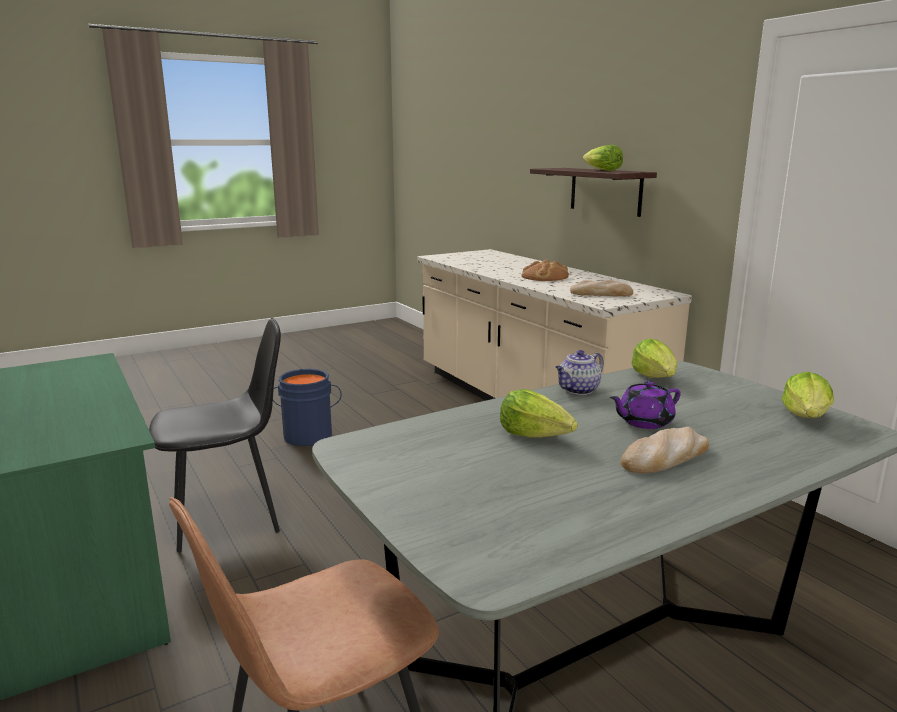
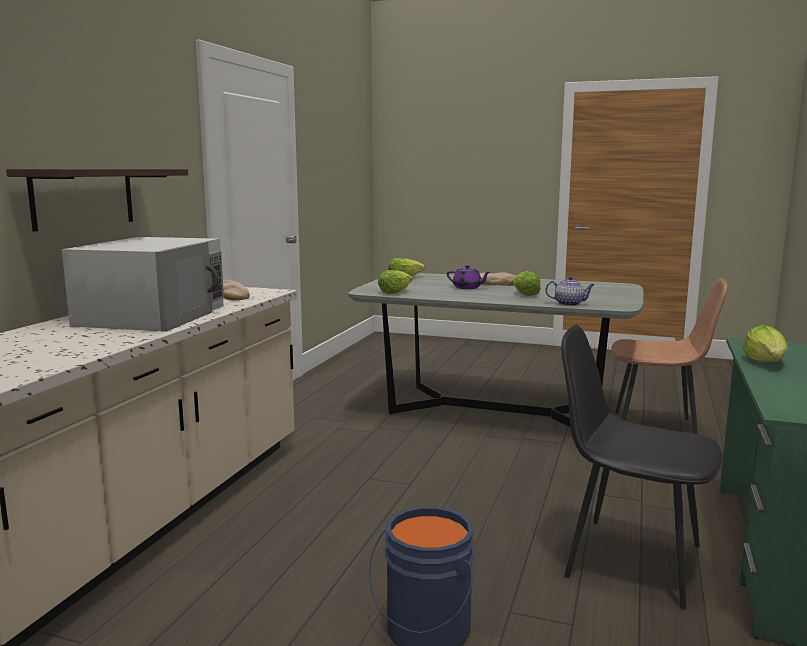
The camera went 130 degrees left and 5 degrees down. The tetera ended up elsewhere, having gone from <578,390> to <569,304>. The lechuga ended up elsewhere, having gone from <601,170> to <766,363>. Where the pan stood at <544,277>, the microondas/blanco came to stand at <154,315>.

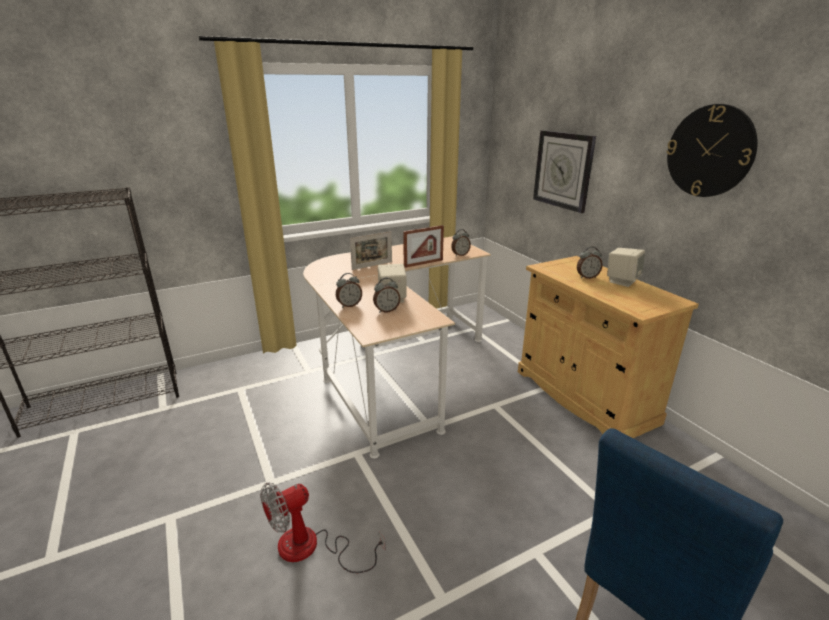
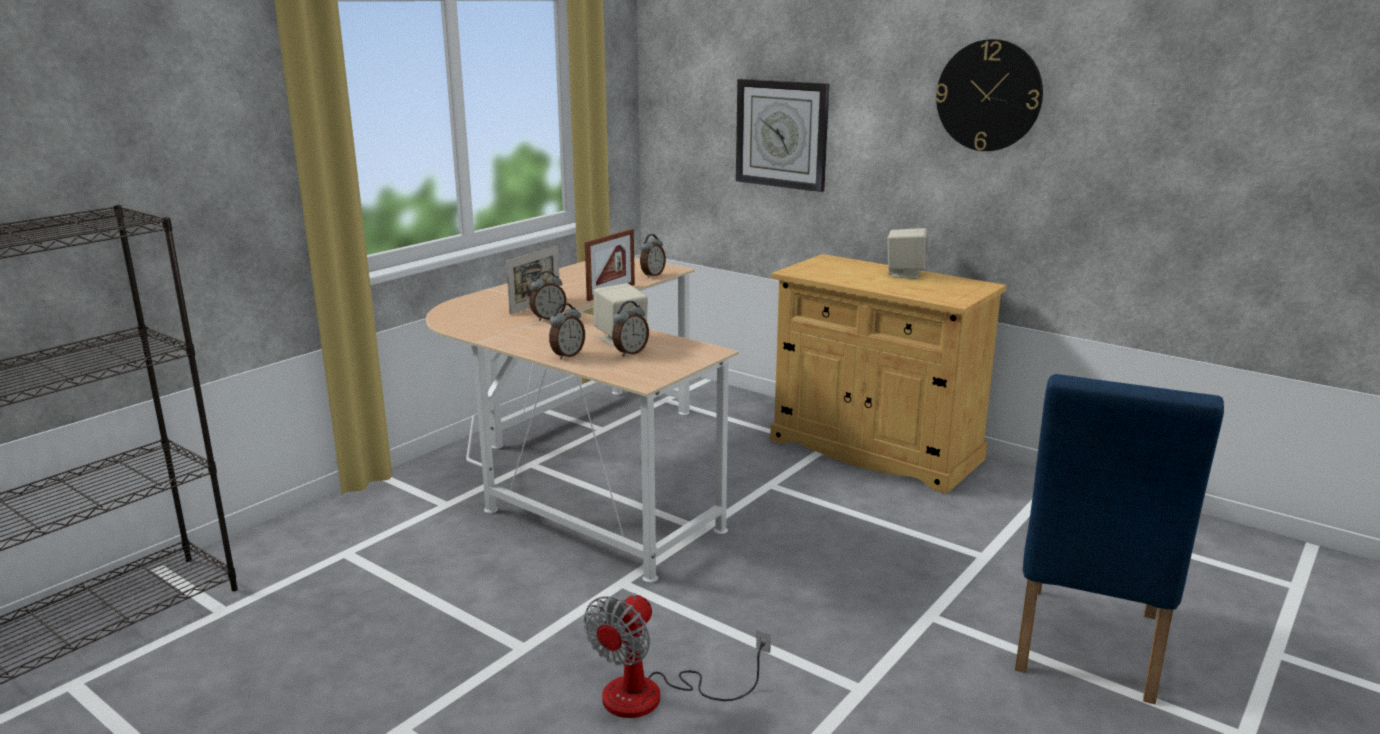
The camera went 25 degrees left and 5 degrees down. The despertador ended up elsewhere, having gone from <587,277> to <548,318>.

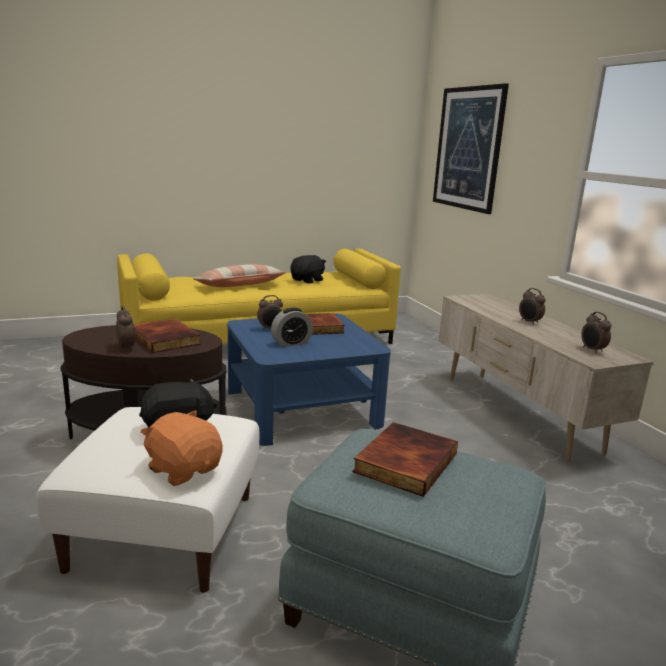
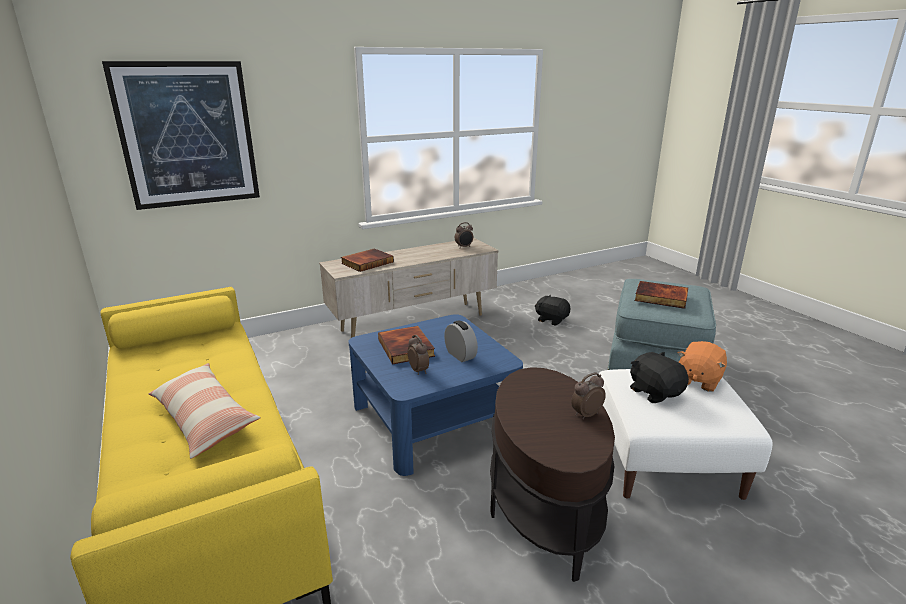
The camera went 95 degrees left and 5 degrees up. The second view lost the despertador at <529,322>. The libro ended up elsewhere, having gone from <166,339> to <367,262>. The peluche/negro ended up elsewhere, having gone from <308,280> to <551,320>.

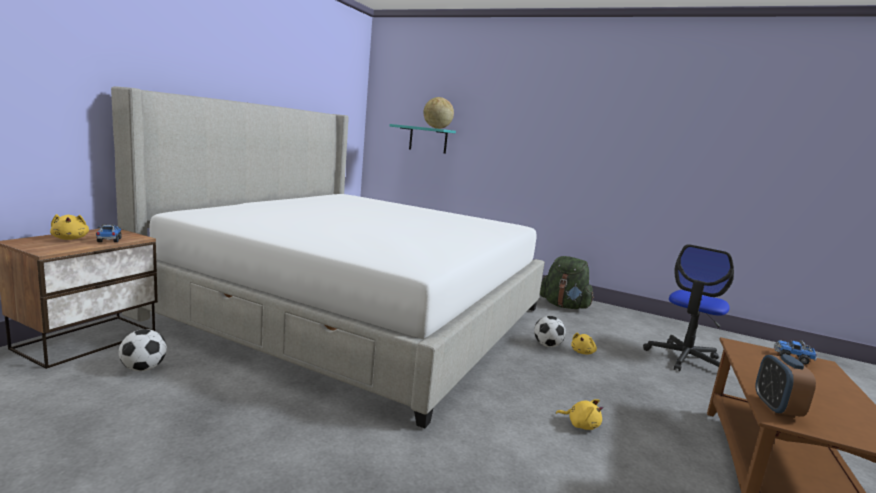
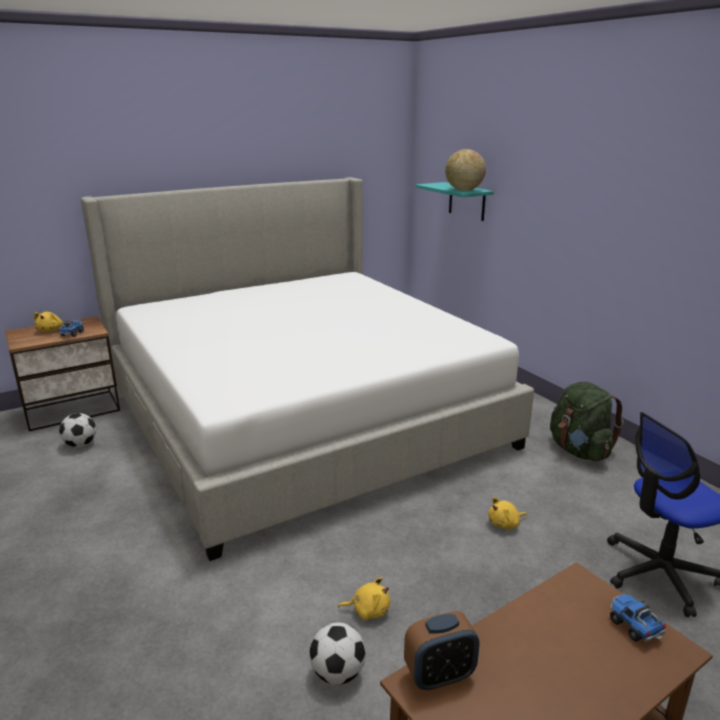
The camera went 35 degrees right and 10 degrees up. The balón de fútbol ended up elsewhere, having gone from <547,345> to <338,673>. The peluche/amarillo at <581,424> ended up facing another way, 60 degrees counterclockwise from before. The despertador at <776,408> ended up facing another way, 150 degrees counterclockwise from before.

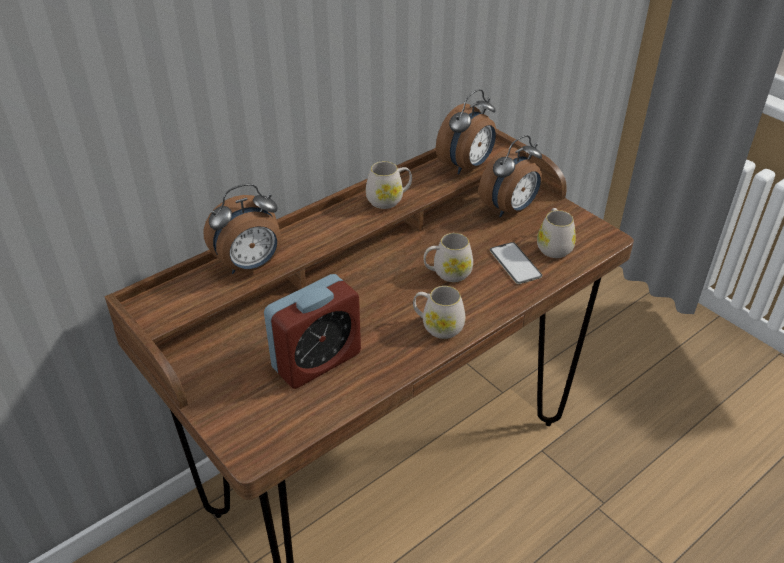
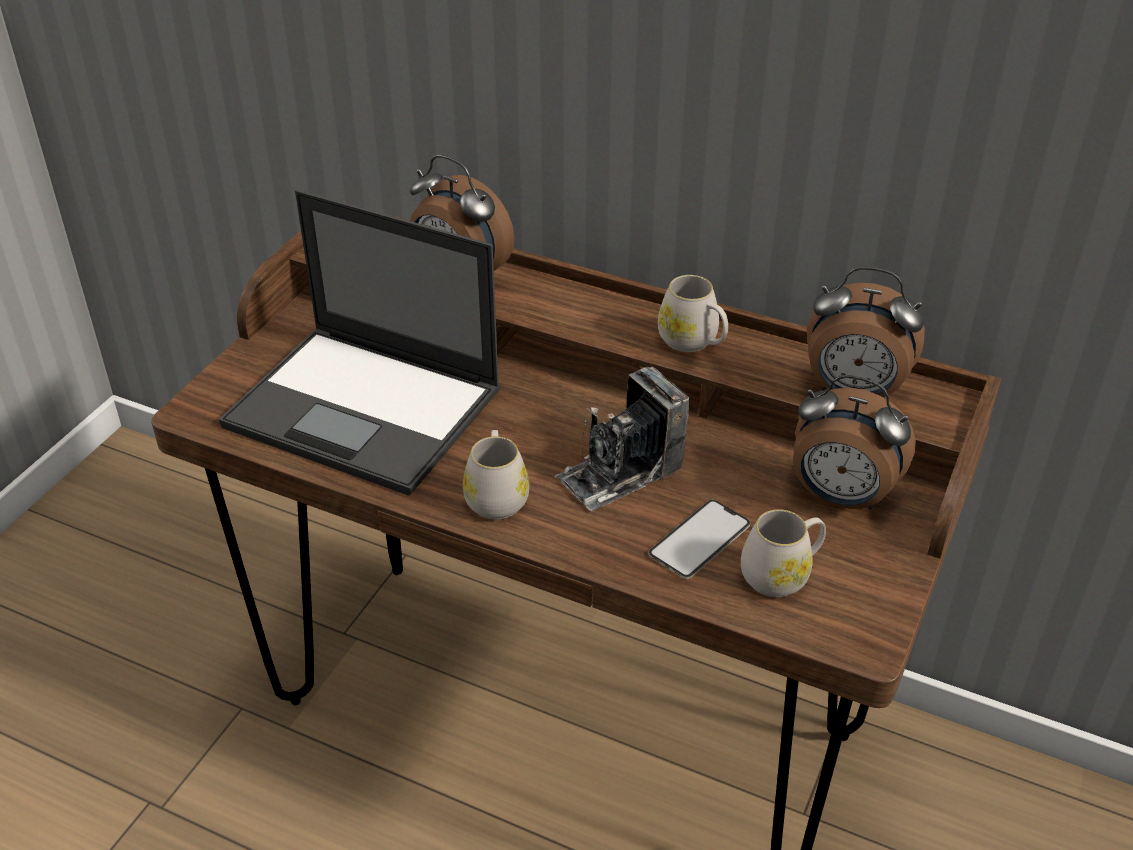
The camera went 65 degrees right and 0 degrees up. Where the despertador stood at <316,361>, the portátil came to stand at <366,408>. Where the taza grande/blanco stood at <447,273>, the cámara came to stand at <620,472>.

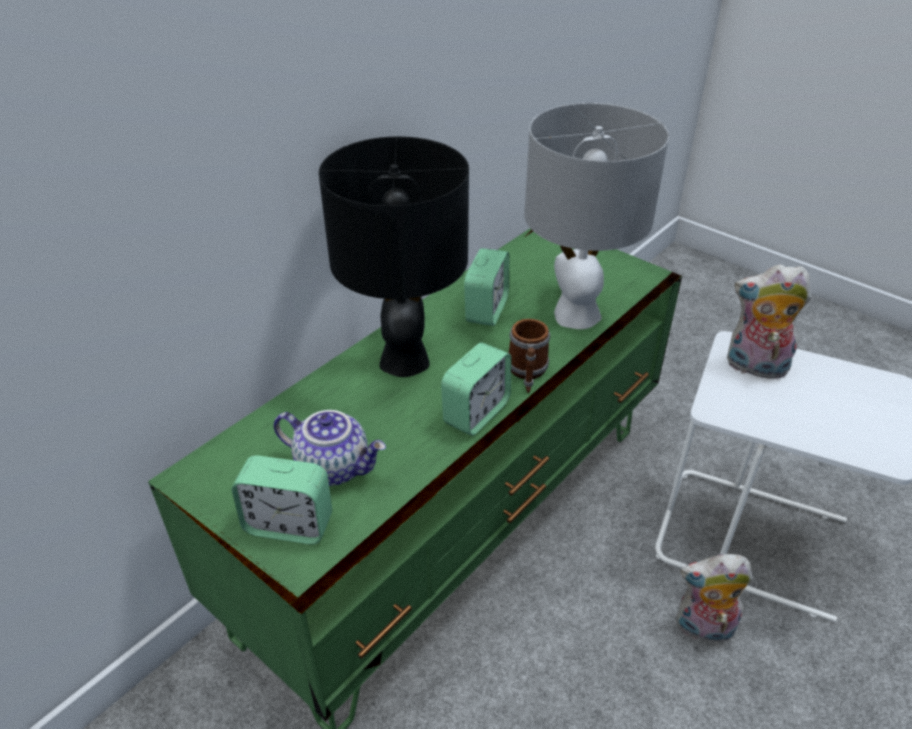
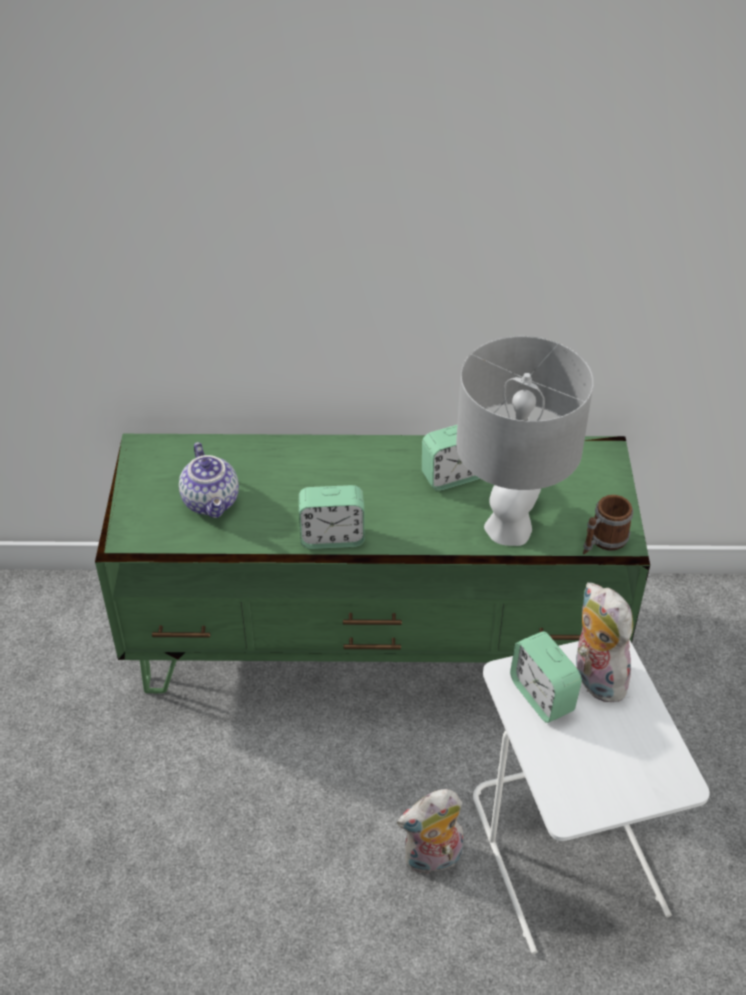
The camera went 50 degrees right and 5 degrees up. The second view lost the lámpara de mesa/negro at <404,359>. The despertador ended up elsewhere, having gone from <289,524> to <542,696>. The taza grande ended up elsewhere, having gone from <527,373> to <603,542>. The peluche at <703,628> ended up facing another way, 75 degrees counterclockwise from before.

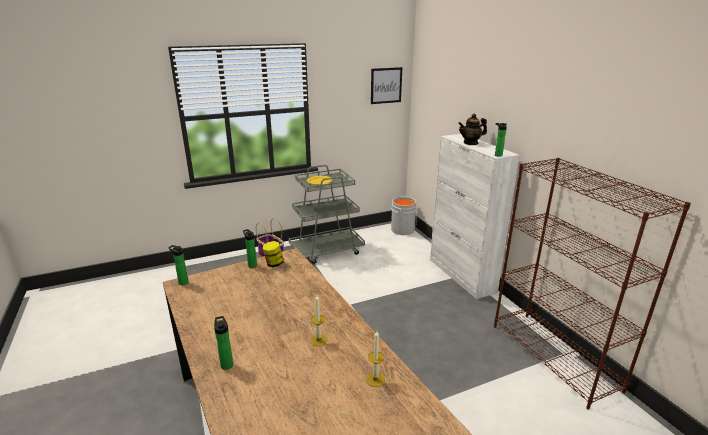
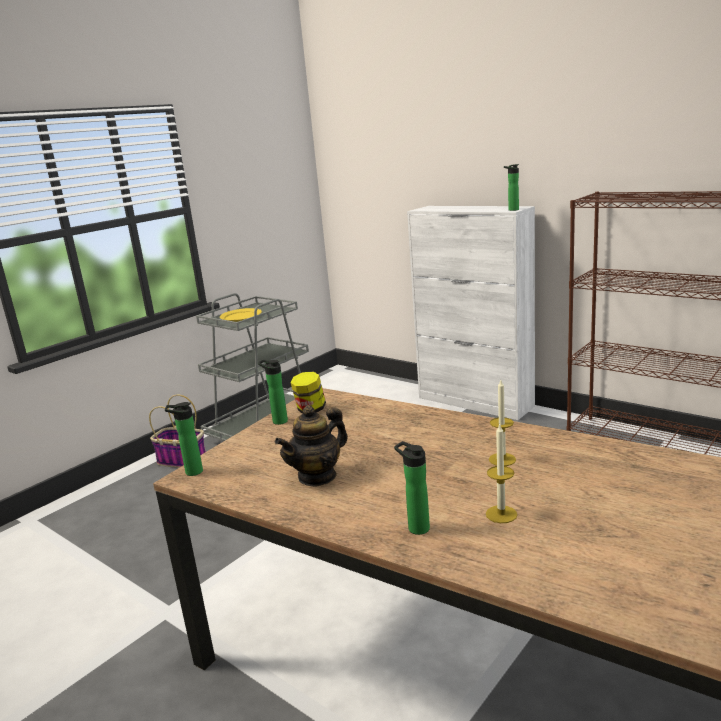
The camera went 25 degrees left and 5 degrees down. The second view lost the cuadro at <386,85>. The second view lost the cubo/gris at <404,230>. The vela ended up elsewhere, having gone from <375,379> to <501,514>. The tetera ended up elsewhere, having gone from <471,143> to <317,476>.

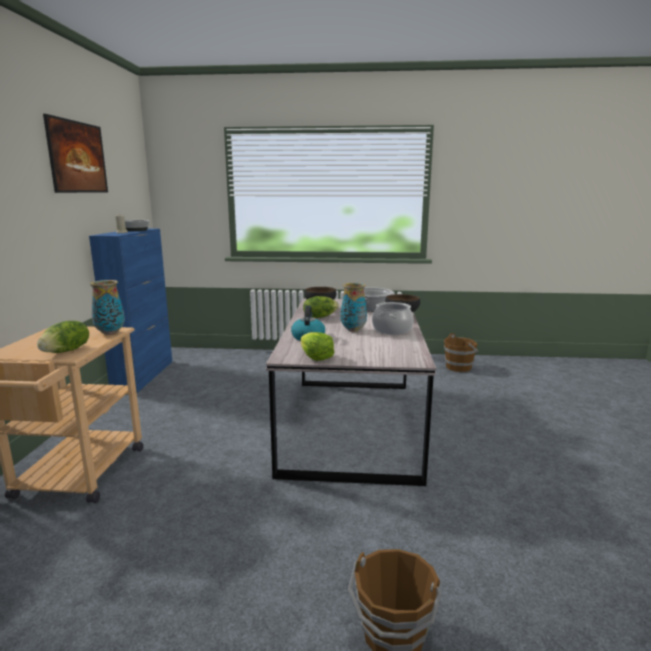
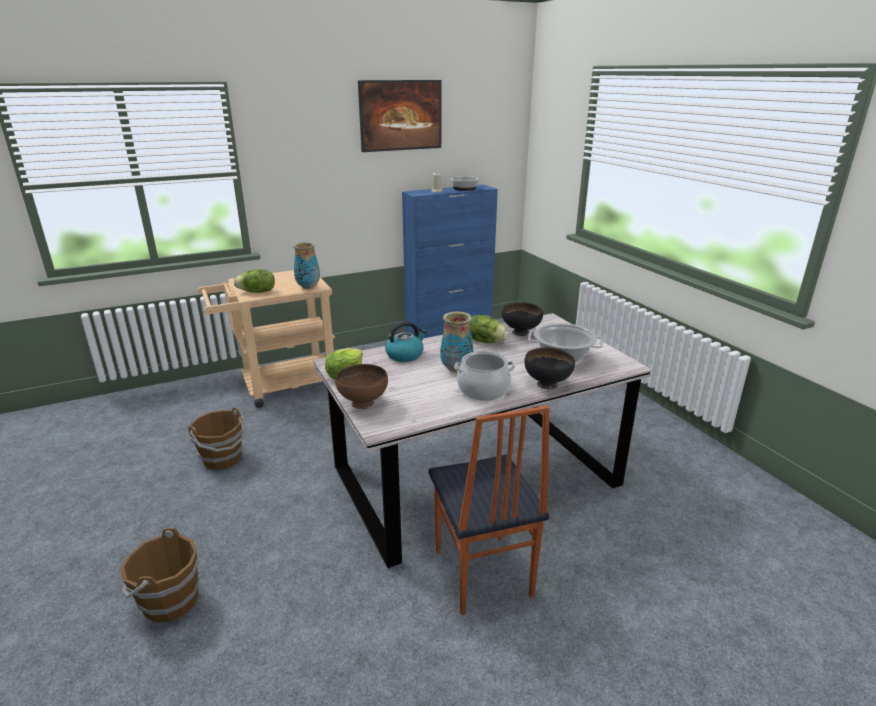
The camera went 60 degrees right and 10 degrees up. The second view gained the cuenco/marrón at <363,403>. The second view gained the silla at <481,574>. The cubo/marrón ended up elsewhere, having gone from <459,367> to <223,459>.

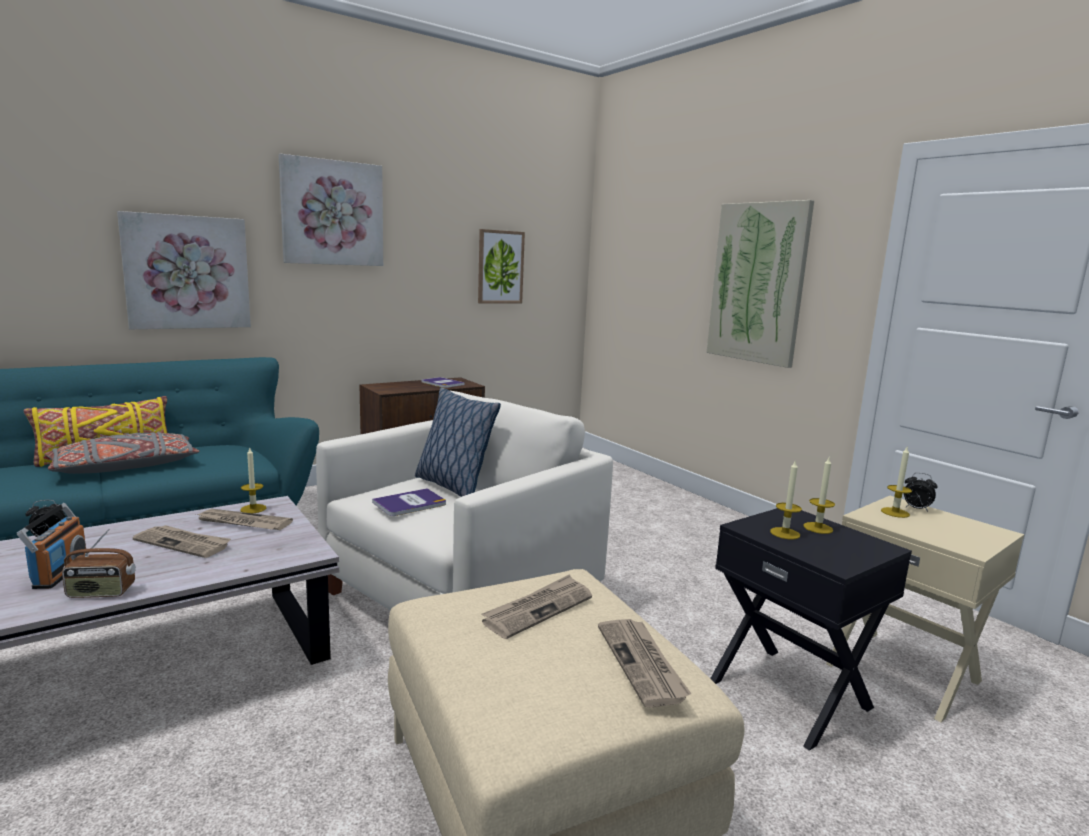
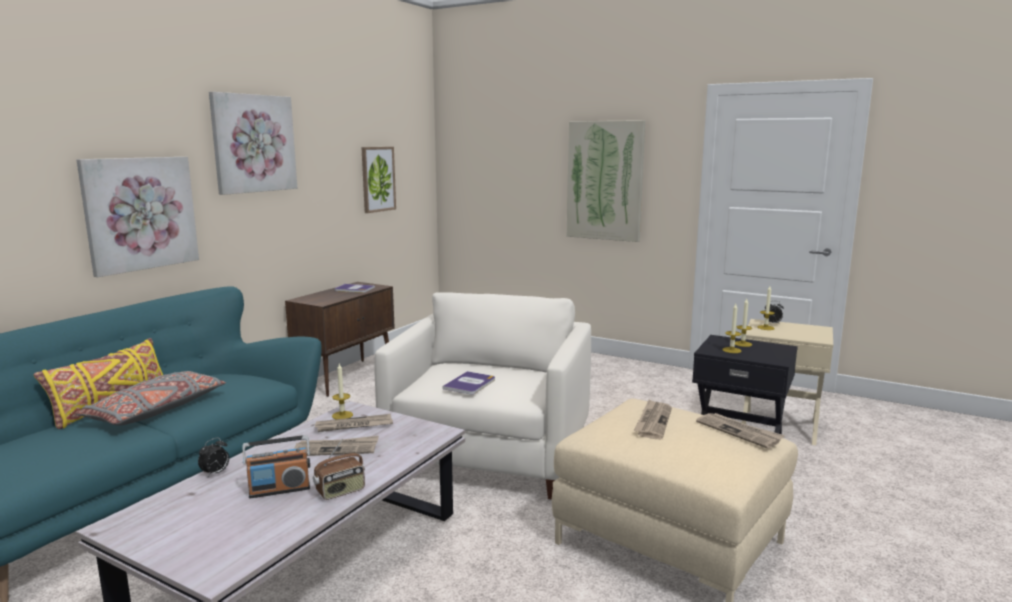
The camera went 25 degrees left and 0 degrees up. The second view lost the cojín at <453,486>. The radio at <60,572> ended up facing another way, 105 degrees clockwise from before.

